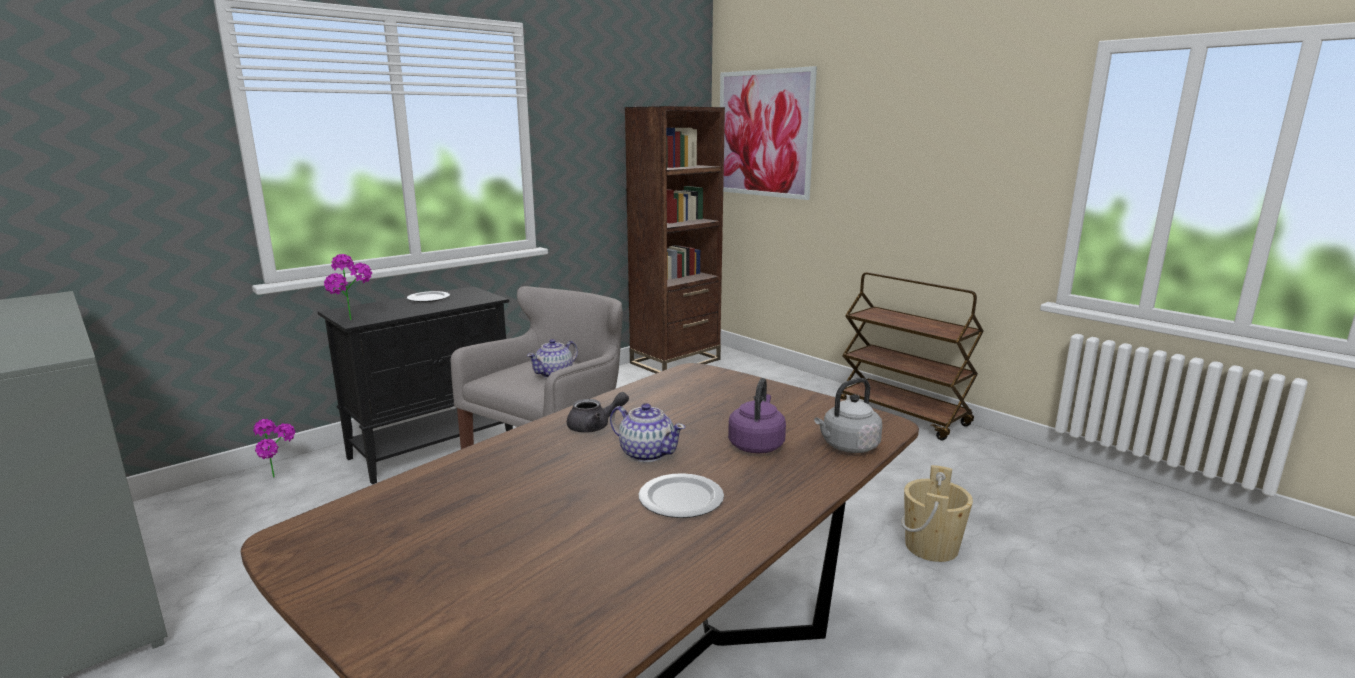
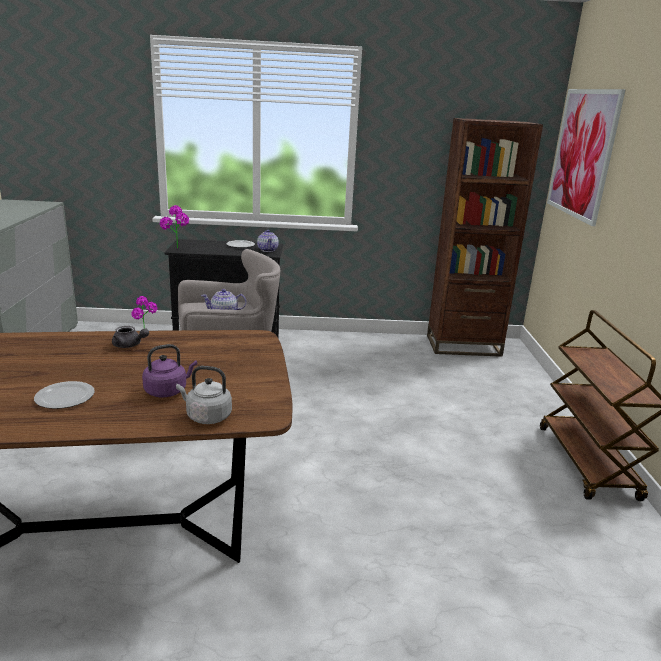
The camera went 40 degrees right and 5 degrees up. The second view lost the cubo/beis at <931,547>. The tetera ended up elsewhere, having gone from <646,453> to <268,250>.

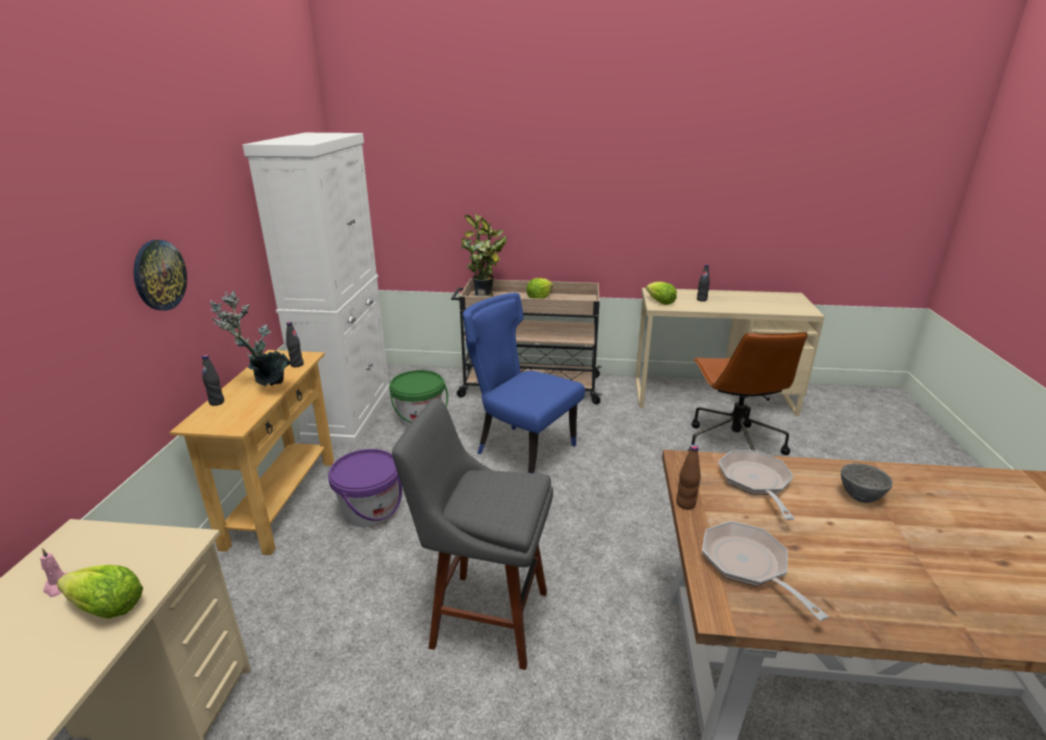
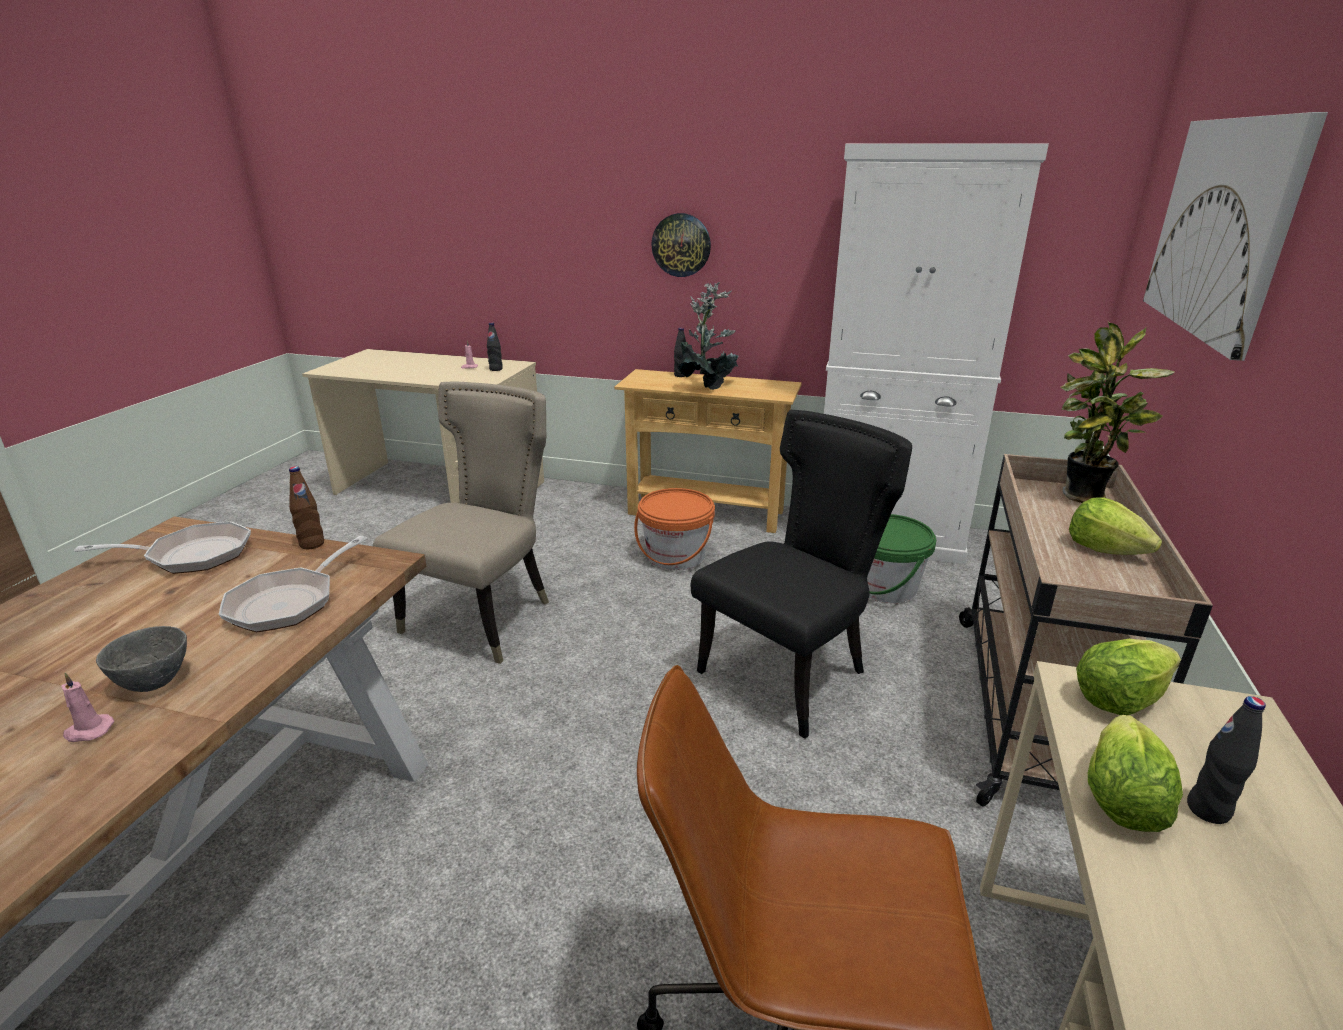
The camera went 100 degrees right and 0 degrees up. The second view gained the vela/rosa at <88,731>. The second view gained the cuadro at <1221,227>. The lechuga ended up elsewhere, having gone from <107,608> to <1120,799>. The botella/negro ended up elsewhere, having gone from <297,364> to <496,369>. Where the taburete/gris stood at <483,617>, the silla/beis came to stand at <485,616>. What was the cubo/morado at <370,510> turned into the cubo/naranja at <676,556>. What was the silla/azul at <521,450> turned into the silla/negro at <790,673>. The sartén at <756,482> ended up facing another way, 105 degrees clockwise from before.

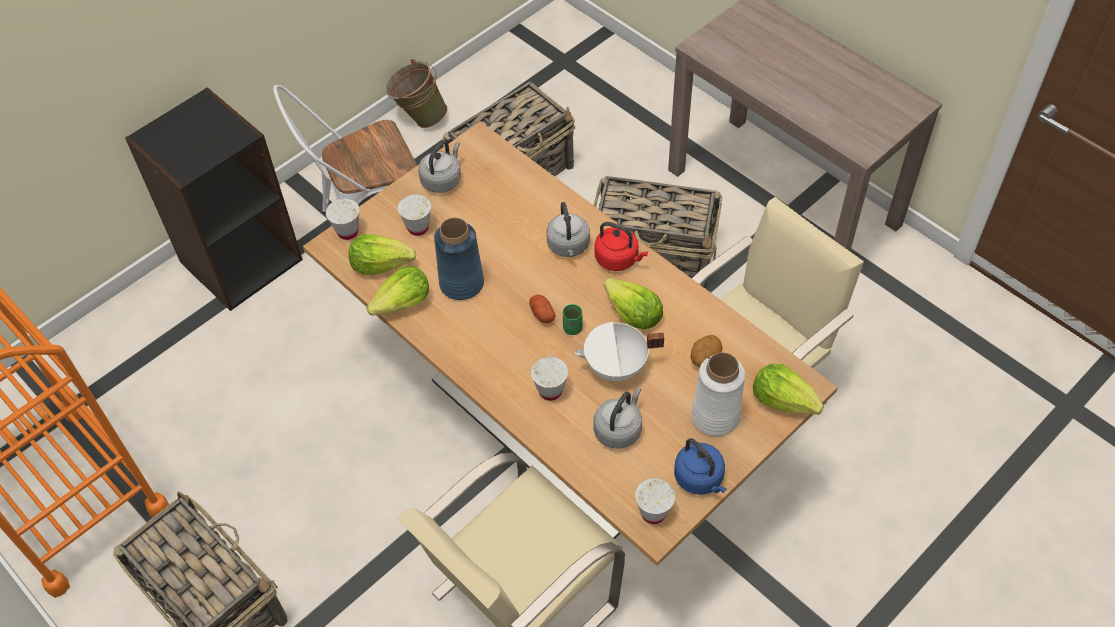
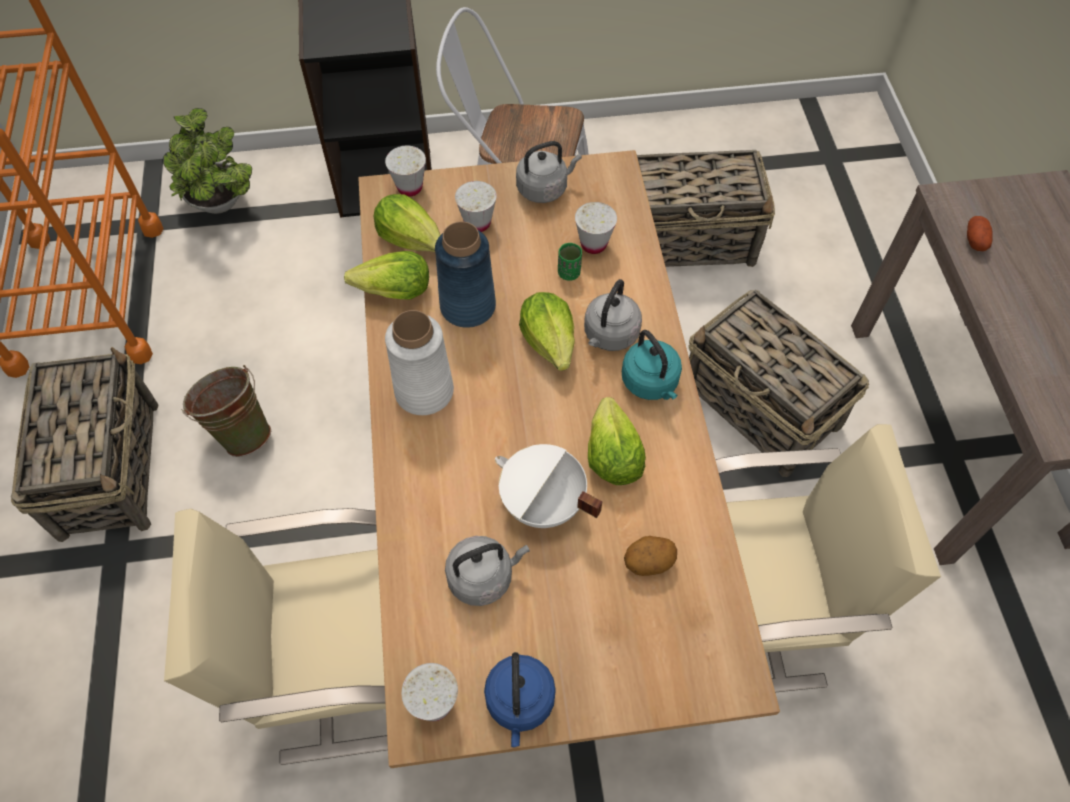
The camera went 35 degrees right and 5 degrees up. The second view gained the planta en maceta at <220,205>. The cubo/verde ended up elsewhere, having gone from <419,118> to <240,431>. The patata ended up elsewhere, having gone from <542,314> to <975,240>. The taza/blanco ended up elsewhere, having gone from <550,391> to <593,244>. The taza/verde ended up elsewhere, having gone from <572,328> to <569,273>. The florero/blanco ended up elsewhere, having gone from <715,417> to <424,392>. The lechuga ended up elsewhere, having gone from <784,400> to <550,342>. What was the hervidor/rojo at <618,259> turned into the hervidor/turquesa at <651,383>.

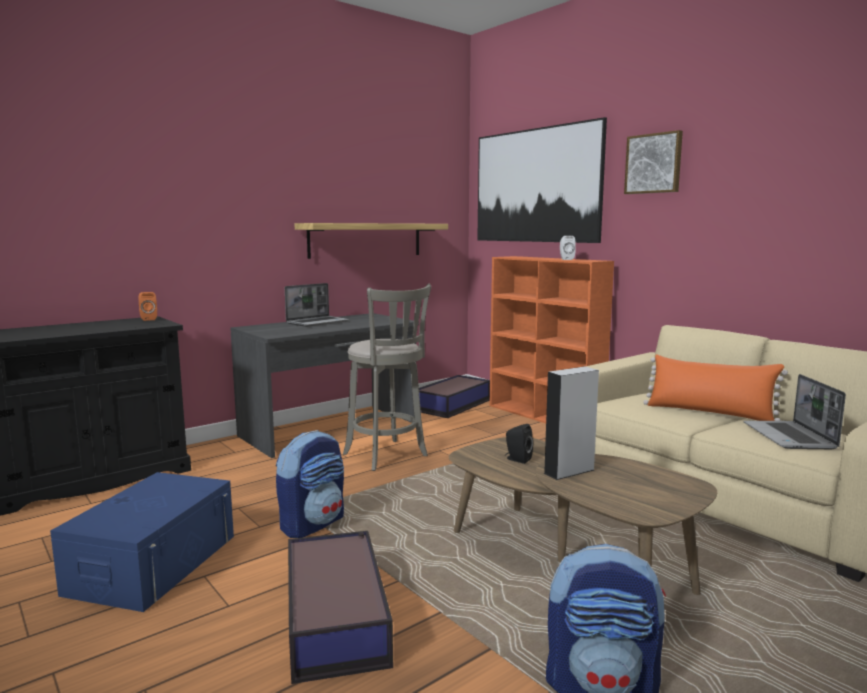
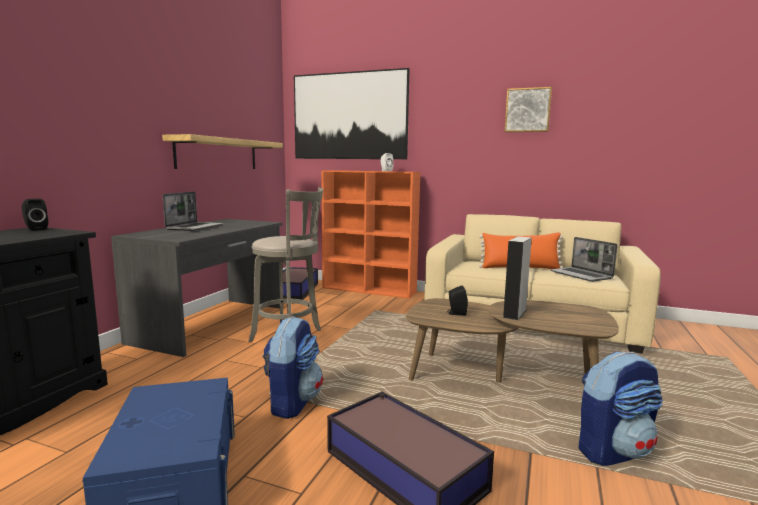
The camera went 30 degrees left and 0 degrees up. The cuadro ended up elsewhere, having gone from <654,163> to <527,110>. What was the altavoz/naranja at <149,319> turned into the altavoz/negro at <35,229>.

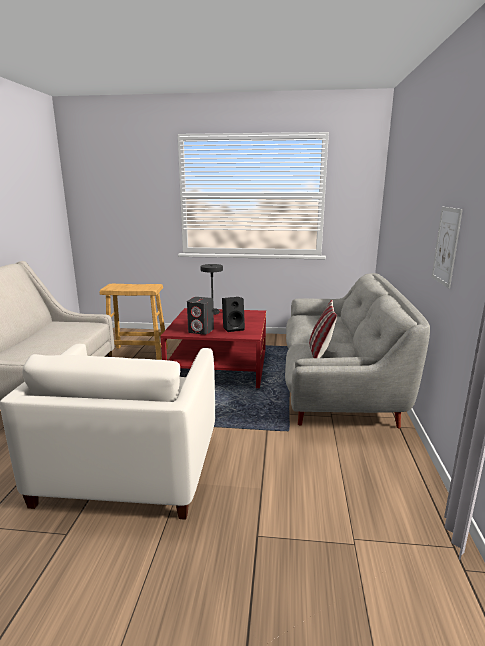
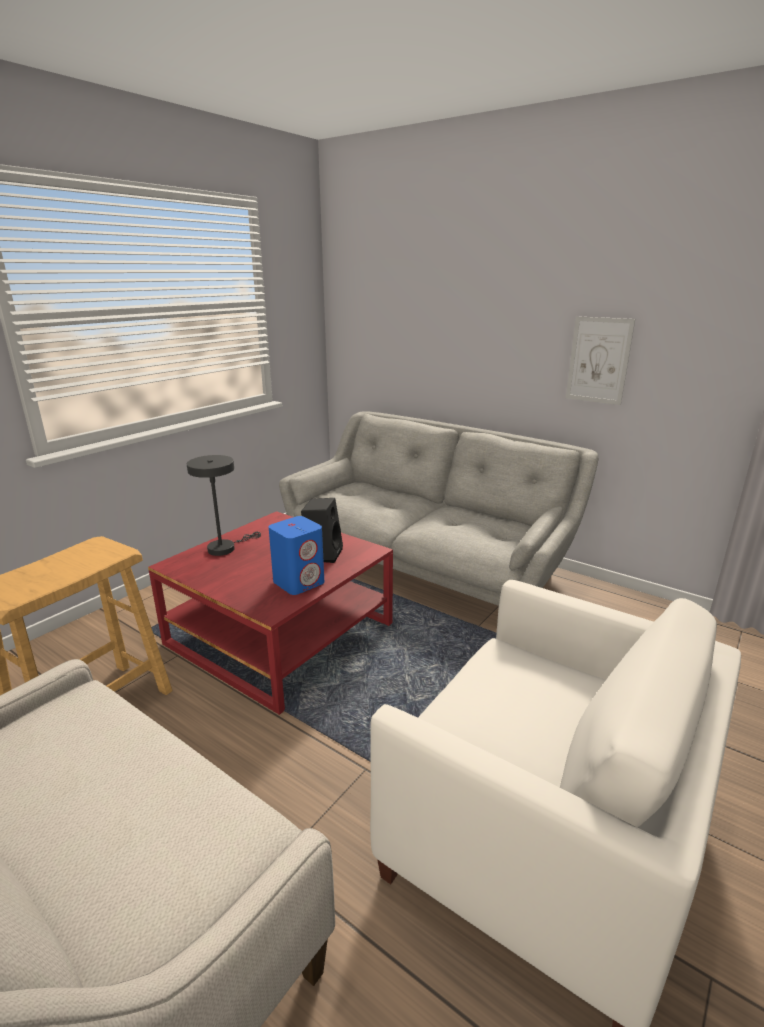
The camera went 60 degrees left and 5 degrees up. The second view lost the cojín at <320,352>. What was the altavoz/gris at <201,331> turned into the altavoz/azul at <299,582>.

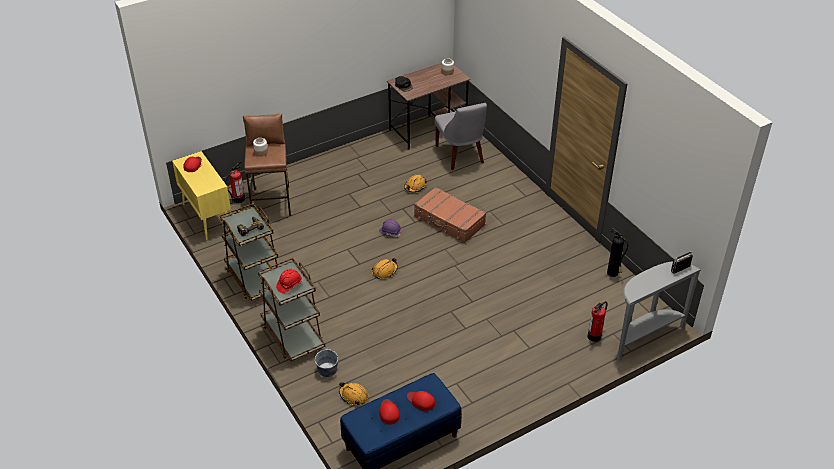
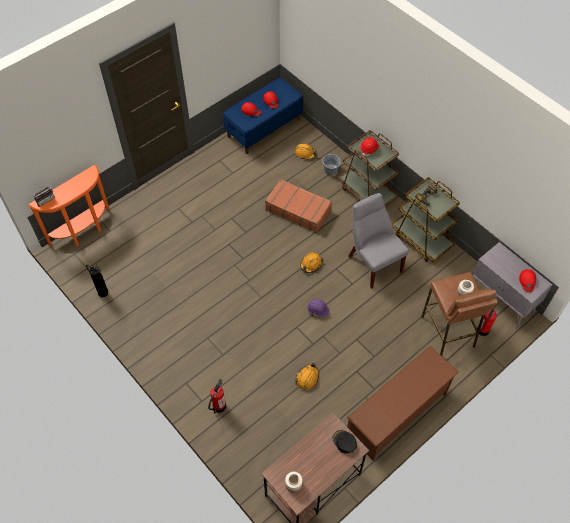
The camera went 170 degrees right and 15 degrees up. The second view gained the zapatero/marrón at <397,414>. The maleta/marrón ended up elsewhere, having gone from <449,221> to <298,209>. The silla/gris ended up elsewhere, having gone from <460,155> to <373,262>. The extintor ended up elsewhere, having gone from <594,336> to <219,406>. What was the armario/amarillo at <206,217> turned into the armario/gris at <501,302>. What was the mesa consola/gris at <644,336> turned into the mesa consola/naranja at <84,232>.

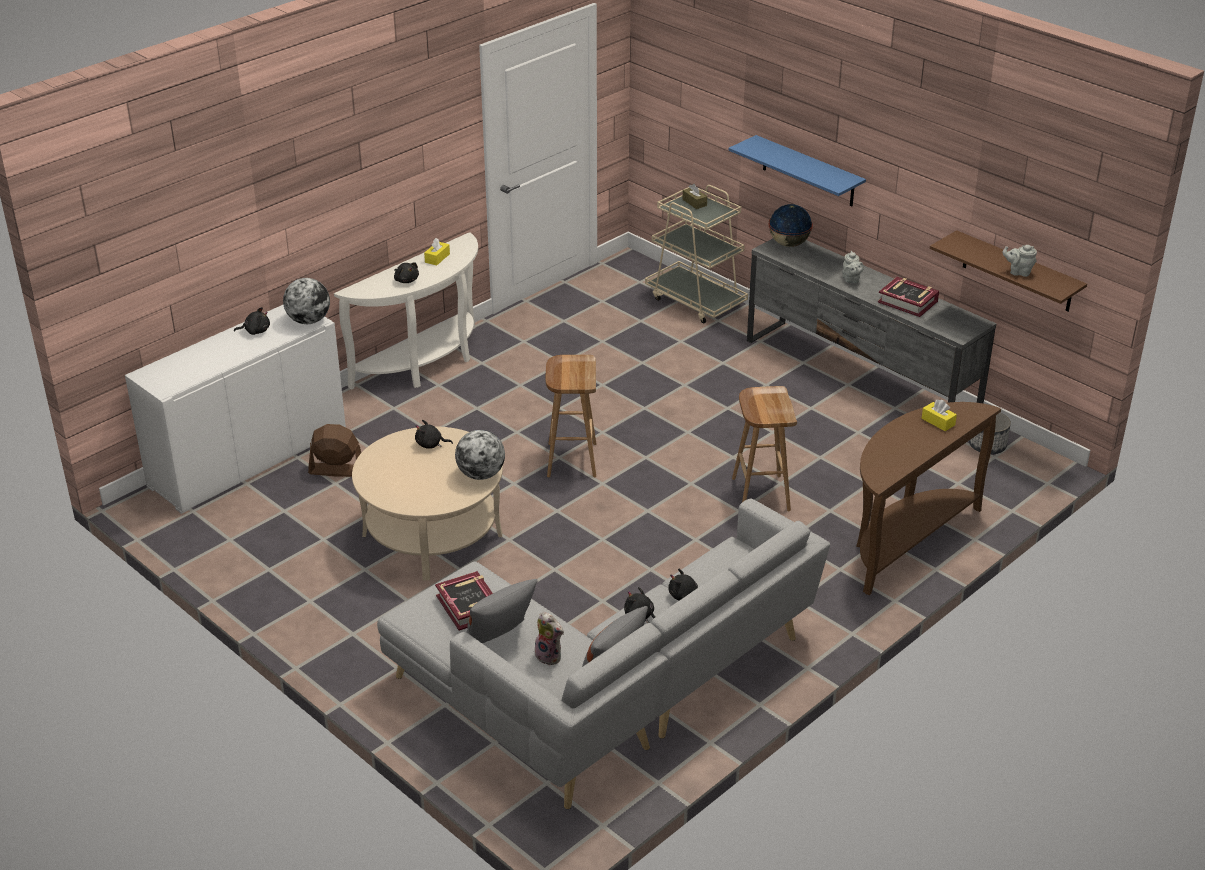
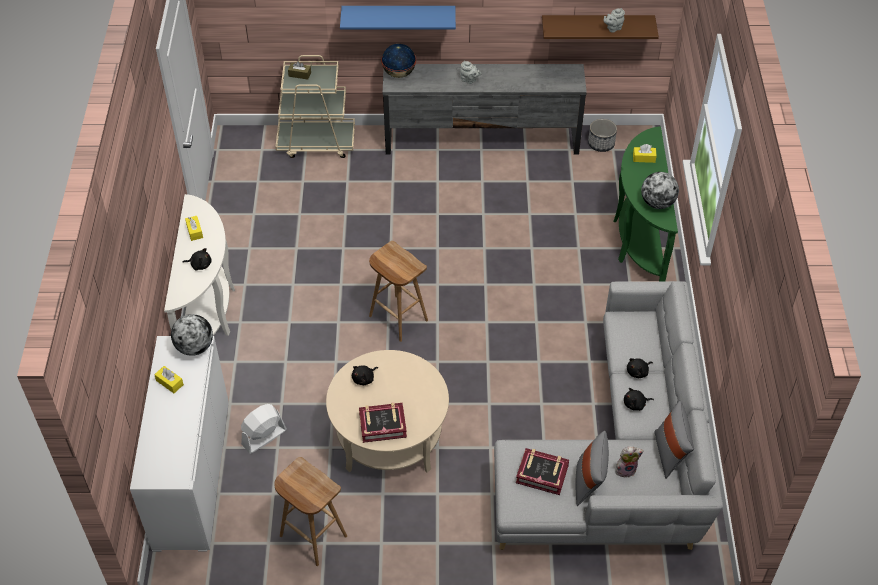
The camera went 45 degrees left and 15 degrees up. The globo terráqueo ended up elsewhere, having gone from <481,474> to <657,203>. The taburete/marrón ended up elsewhere, having gone from <760,493> to <312,536>. The libro ended up elsewhere, having gone from <908,302> to <382,425>. Where the peluche/negro stood at <255,331>, the caja de pañuelos/amarillo came to stand at <169,382>. What was the ventilador/marrón at <336,470> turned into the ventilador/blanco at <264,437>. What was the mesa consola/marrón at <905,540> turned into the mesa consola/verde at <637,240>.

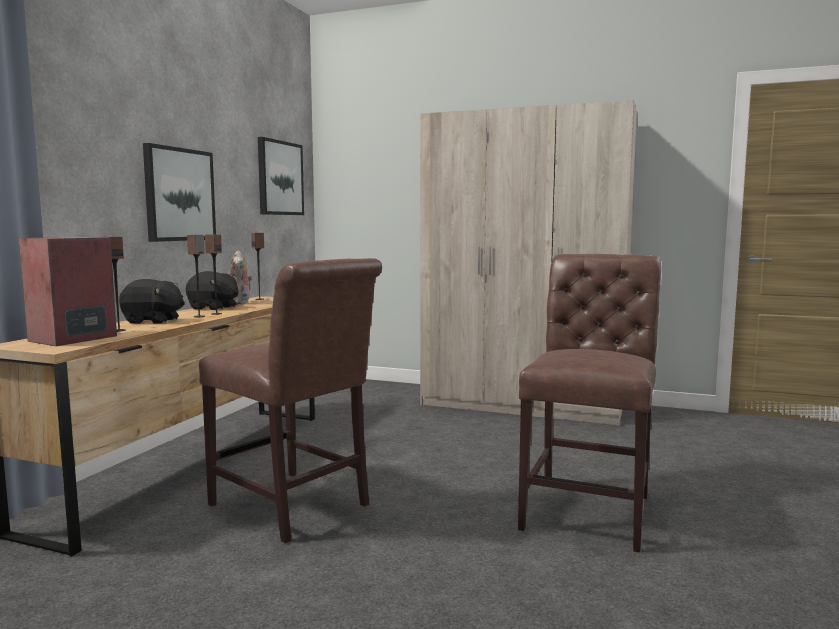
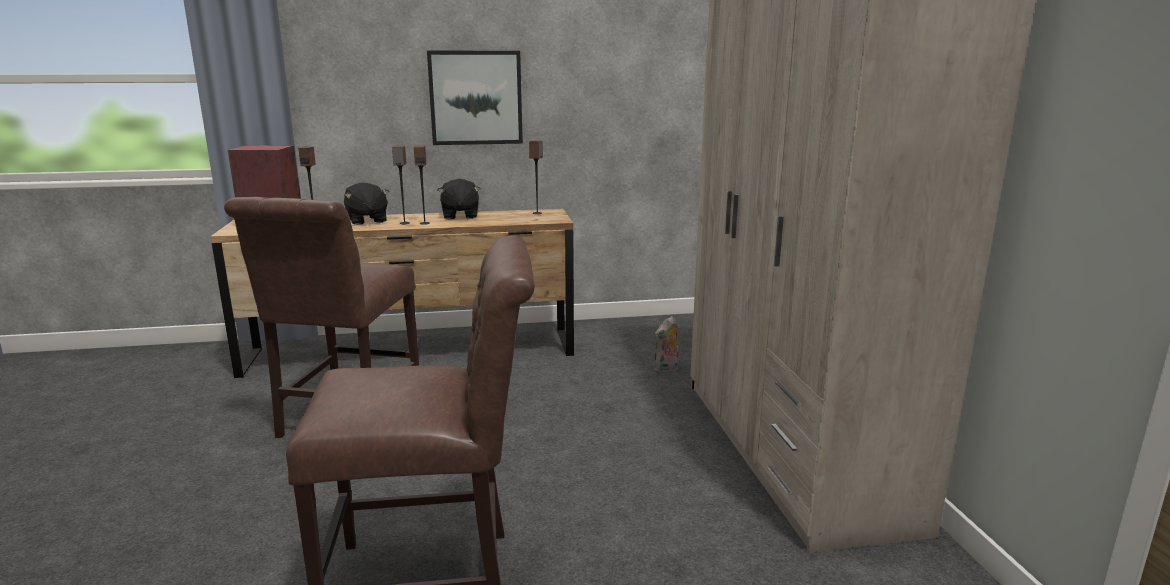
The camera went 60 degrees right and 10 degrees up. The second view lost the cuadro at <279,178>. The peluche ended up elsewhere, having gone from <241,303> to <667,370>.

